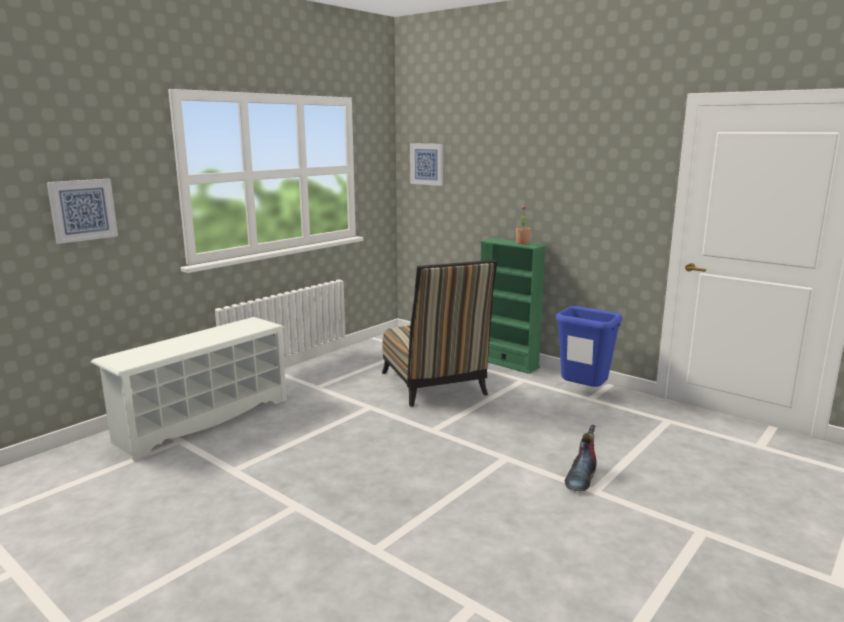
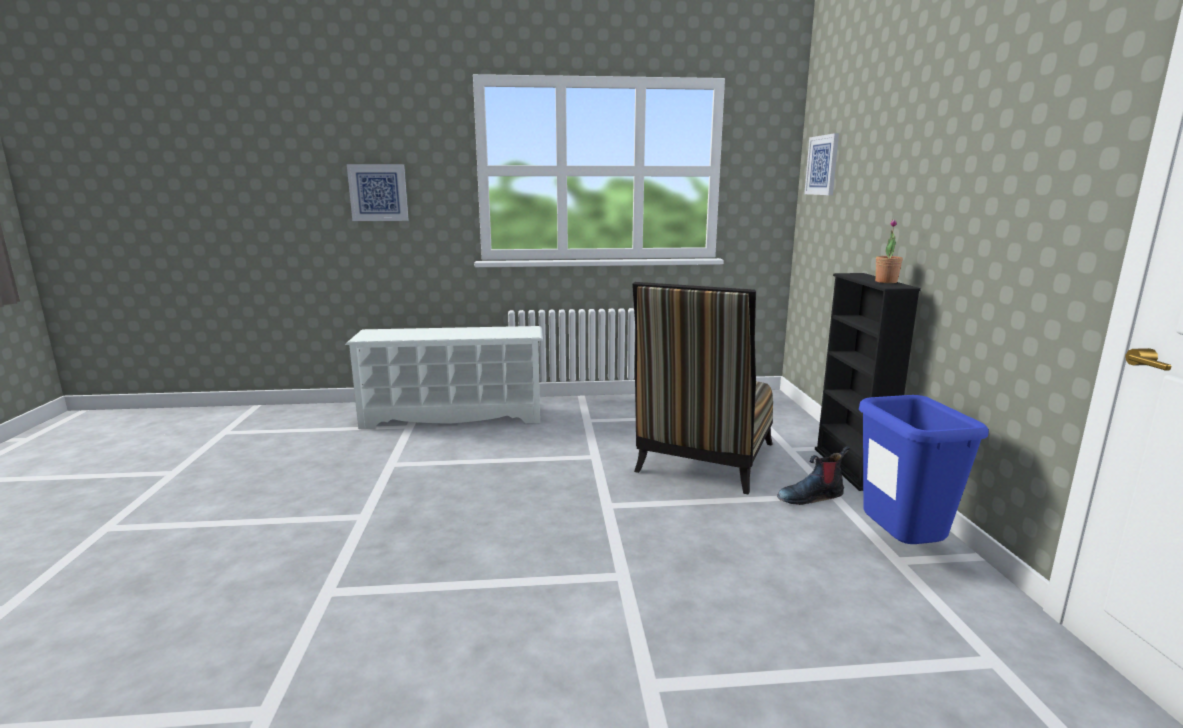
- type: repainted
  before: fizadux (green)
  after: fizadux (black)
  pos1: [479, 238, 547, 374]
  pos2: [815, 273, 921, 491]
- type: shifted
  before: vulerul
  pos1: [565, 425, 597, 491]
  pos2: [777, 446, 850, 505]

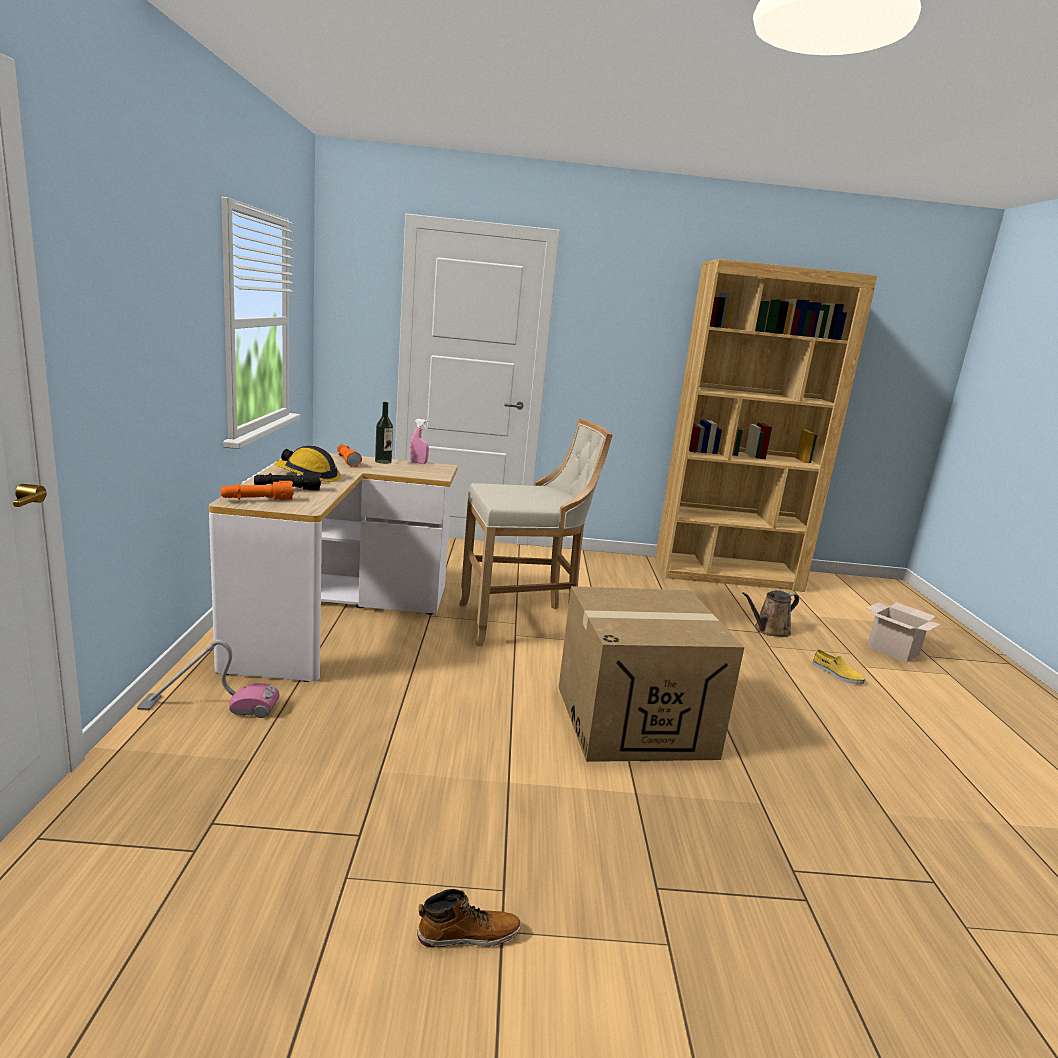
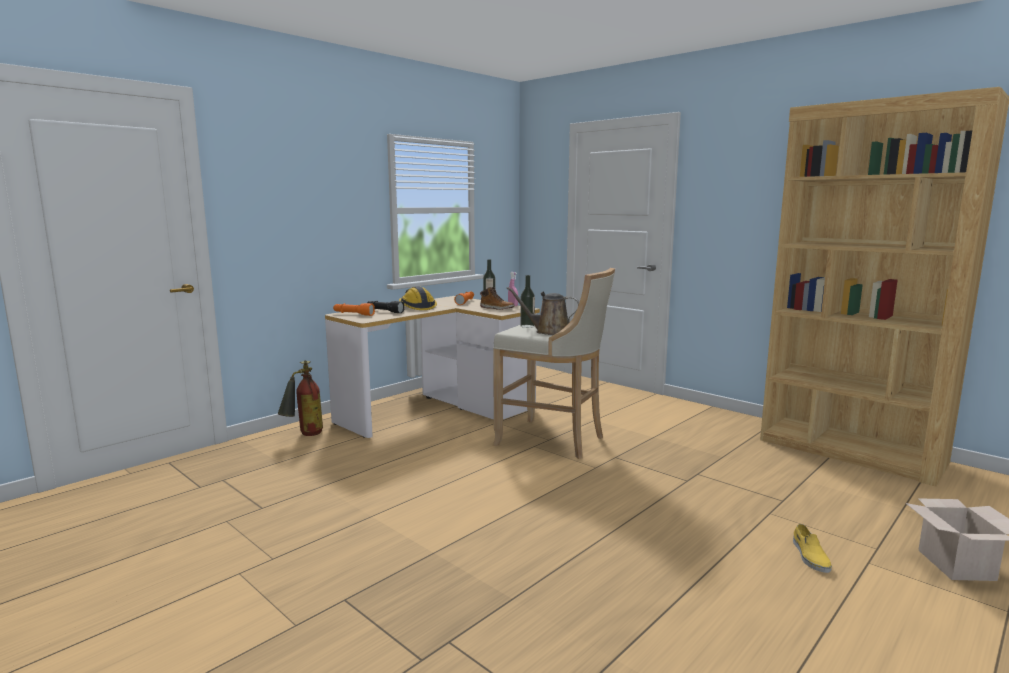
- type: swapped
  before: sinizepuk
  after: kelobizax
  pos1: [137, 640, 279, 718]
  pos2: [277, 360, 323, 436]
- type: shifted
  before: vulerul
  pos1: [417, 889, 521, 948]
  pos2: [480, 287, 515, 310]
- type: gone
  before: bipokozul
  pos1: [559, 586, 744, 762]
- type: shifted
  before: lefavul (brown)
  pos1: [742, 590, 799, 637]
  pos2: [506, 287, 579, 335]
- type: new
  after: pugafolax
  pos2: [520, 275, 535, 328]

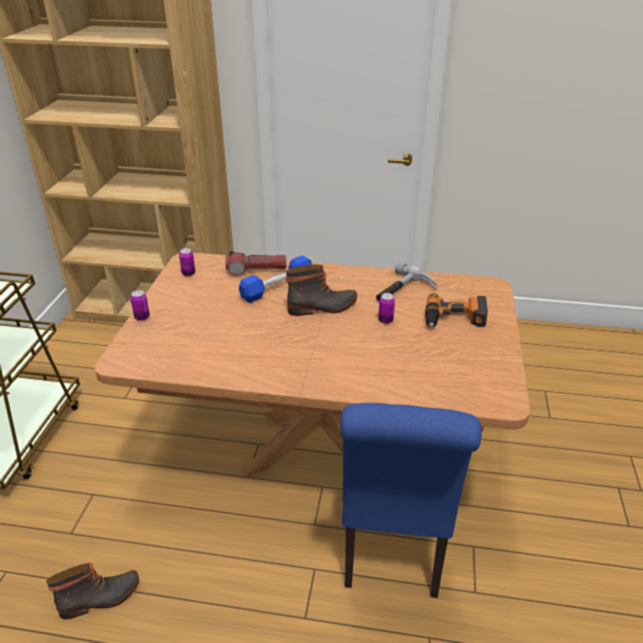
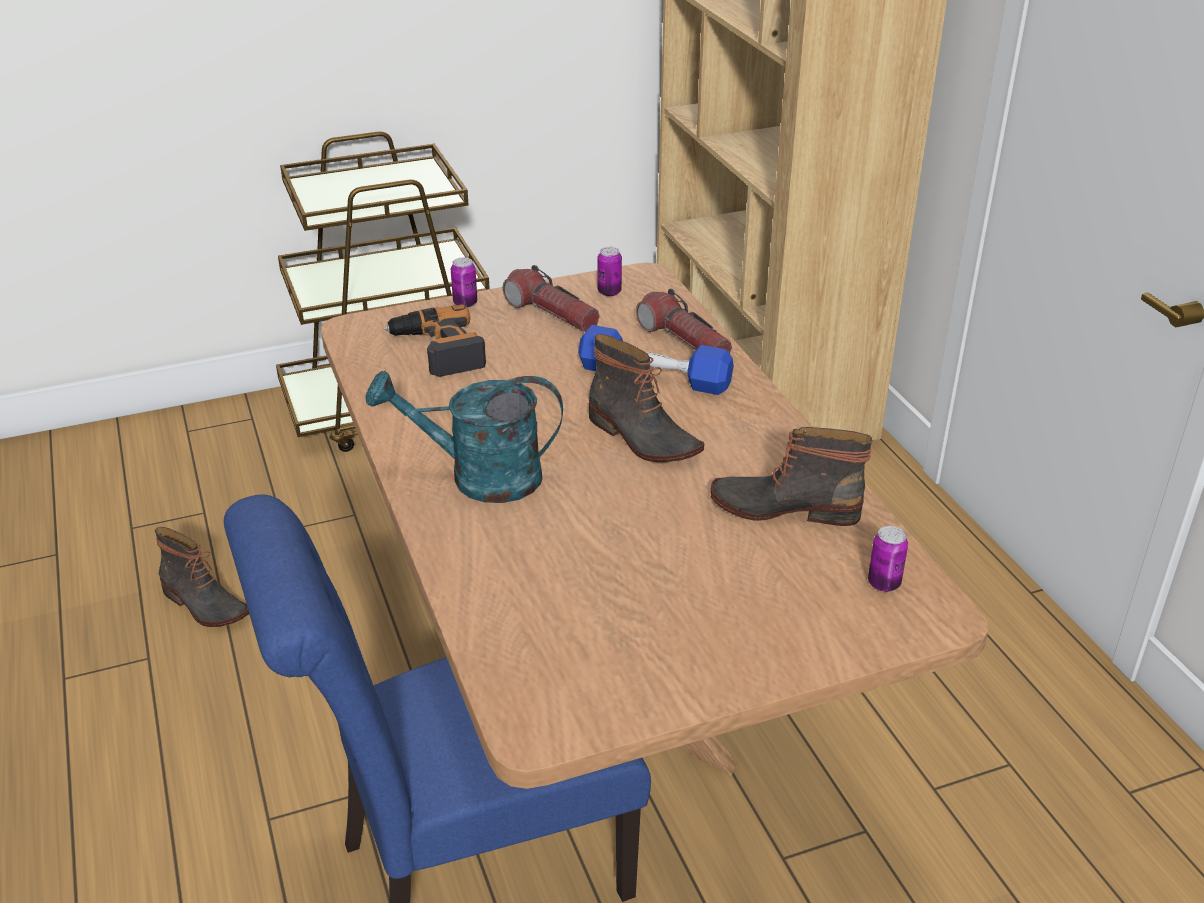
- type: swapped
  before: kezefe
  after: vulerul
  pos1: [376, 262, 437, 301]
  pos2: [711, 427, 873, 526]
- type: shifted
  before: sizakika
  pos1: [378, 293, 395, 324]
  pos2: [868, 526, 908, 592]
- type: shifted
  before: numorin
  pos1: [425, 293, 488, 327]
  pos2: [384, 304, 486, 377]
- type: new
  after: lefavul (turquoise)
  pos2: [366, 371, 563, 503]
- type: new
  after: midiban
  pos2: [503, 265, 600, 332]

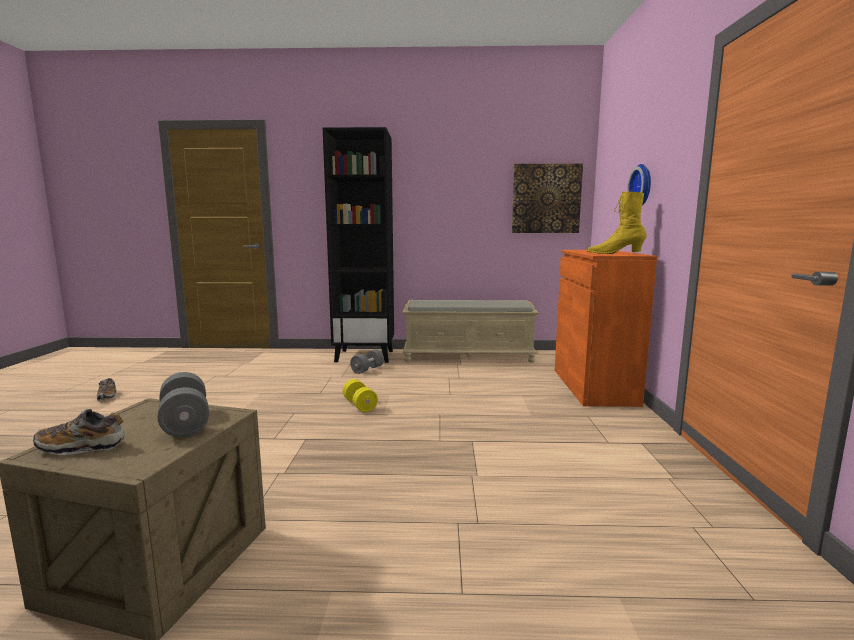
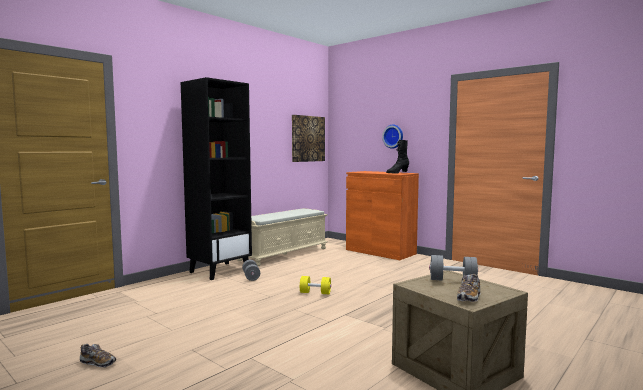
- type: repainted
  before: vulerul (yellow)
  after: vulerul (black)
  pos1: [587, 192, 646, 254]
  pos2: [386, 140, 409, 173]

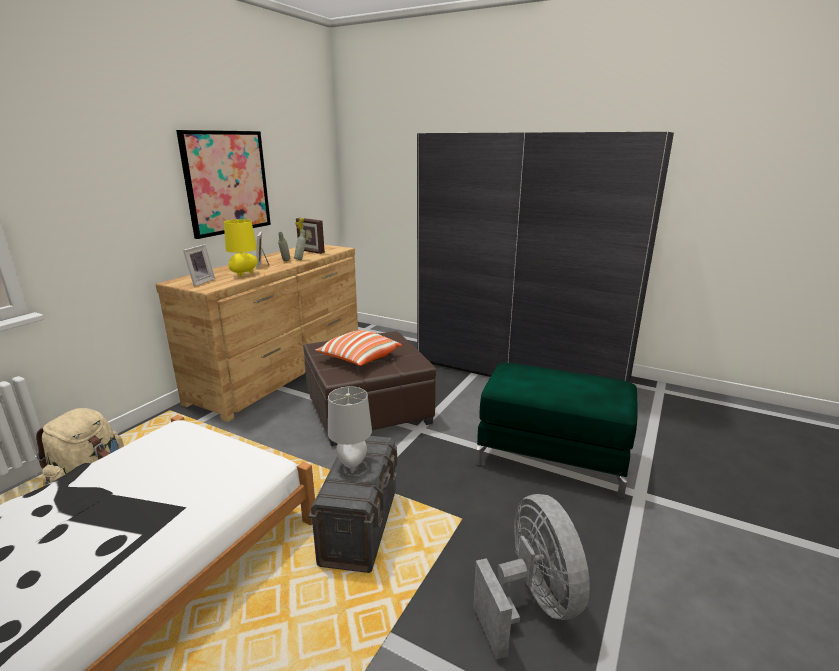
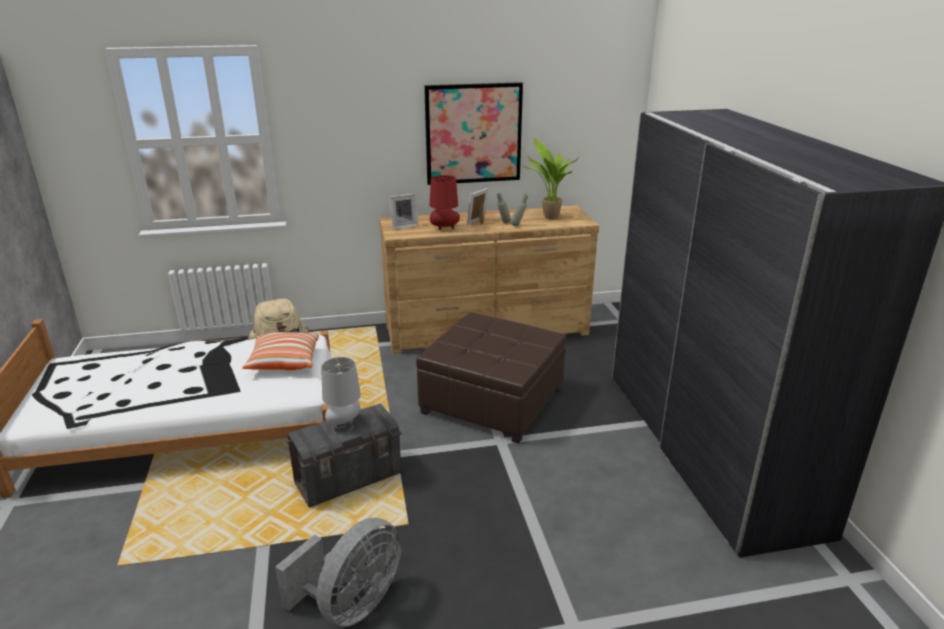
- type: repainted
  before: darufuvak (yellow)
  after: darufuvak (red)
  pos1: [224, 219, 258, 276]
  pos2: [430, 175, 460, 230]
- type: swapped
  before: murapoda
  after: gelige
  pos1: [295, 218, 325, 254]
  pos2: [523, 137, 578, 219]
- type: shifted
  before: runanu
  pos1: [315, 330, 402, 366]
  pos2: [242, 332, 319, 370]
- type: gone
  before: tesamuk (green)
  pos1: [476, 363, 638, 499]

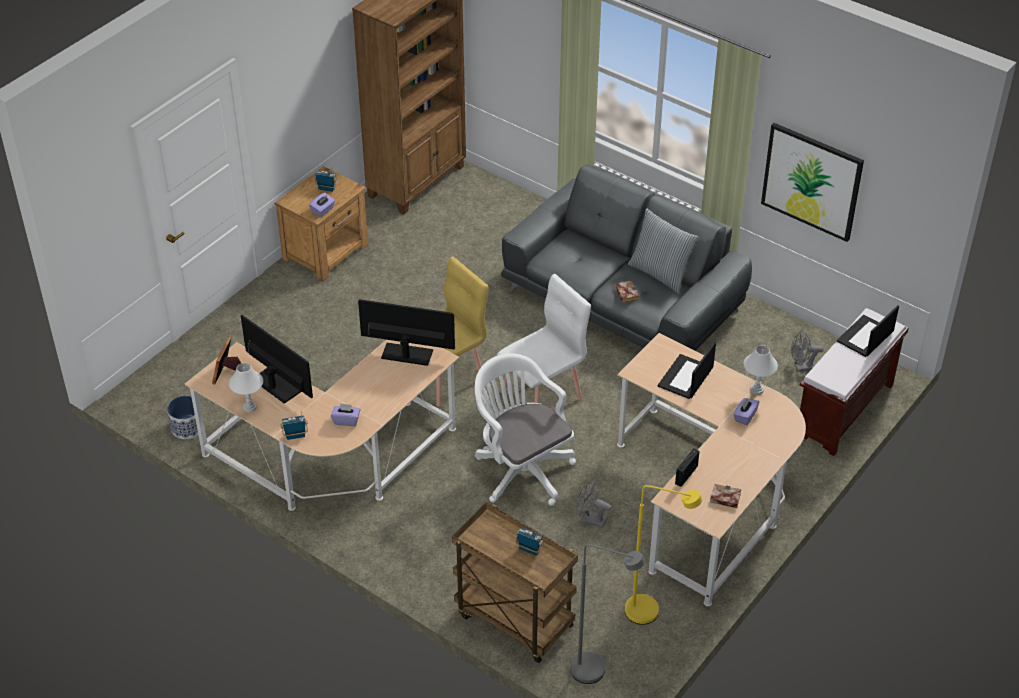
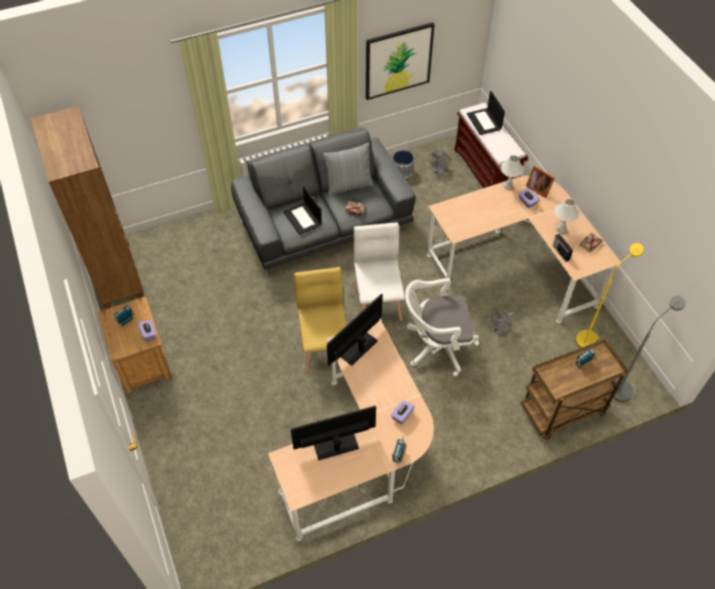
- type: shifted
  before: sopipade
  pos1: [167, 396, 198, 439]
  pos2: [393, 150, 414, 178]
- type: shifted
  before: murapoda
  pos1: [212, 337, 241, 385]
  pos2: [526, 165, 555, 198]
- type: shifted
  before: darufuvak (white)
  pos1: [229, 363, 263, 412]
  pos2: [554, 199, 579, 233]
- type: shifted
  before: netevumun
  pos1: [658, 341, 716, 399]
  pos2: [283, 186, 321, 235]

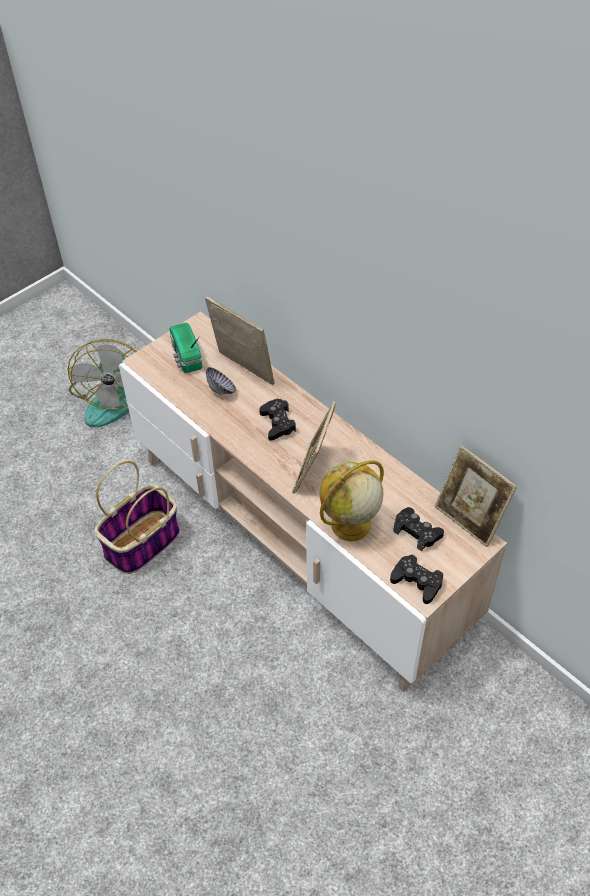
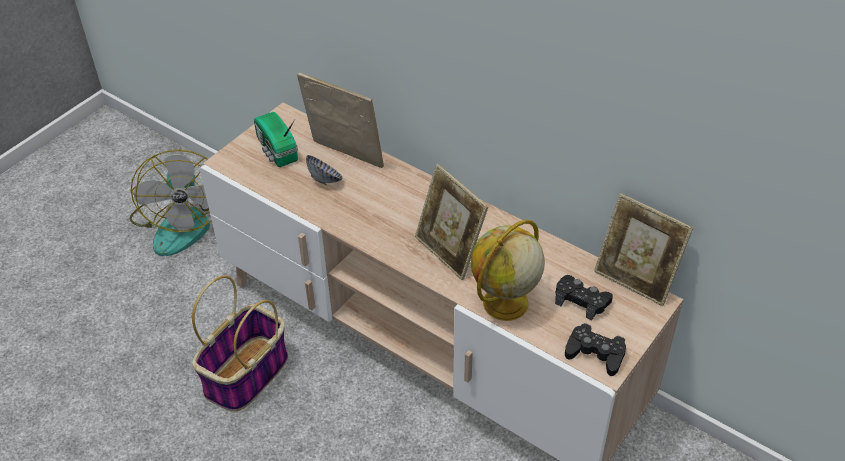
- type: gone
  before: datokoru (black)
  pos1: [259, 399, 296, 441]
- type: rotated
  before: murapoda
  pos1: [292, 401, 336, 494]
  pos2: [415, 164, 488, 280]
  turn: -45

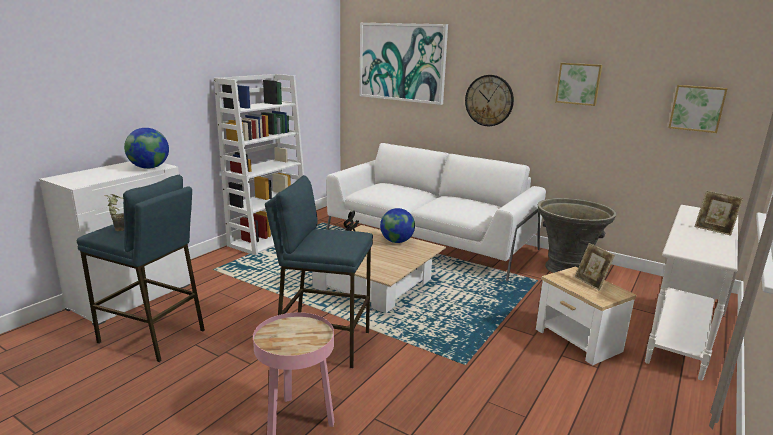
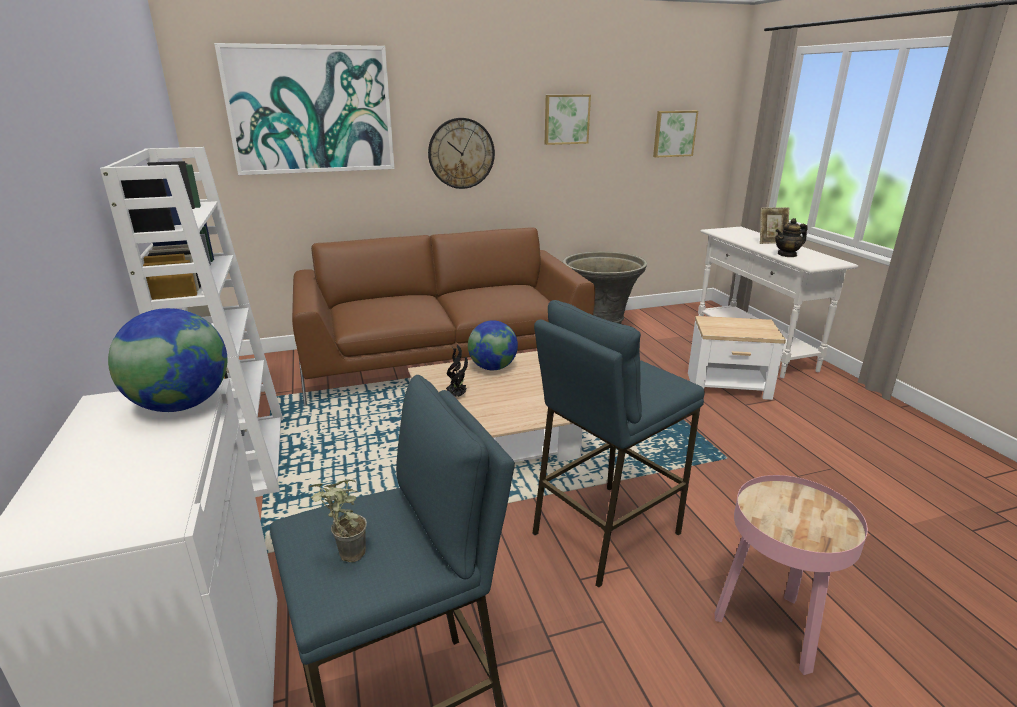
- type: repainted
  before: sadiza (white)
  after: sadiza (brown)
  pos1: [326, 143, 546, 282]
  pos2: [292, 227, 595, 406]
- type: gone
  before: murapoda
  pos1: [575, 243, 615, 290]
- type: new
  after: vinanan
  pos2: [775, 218, 808, 257]

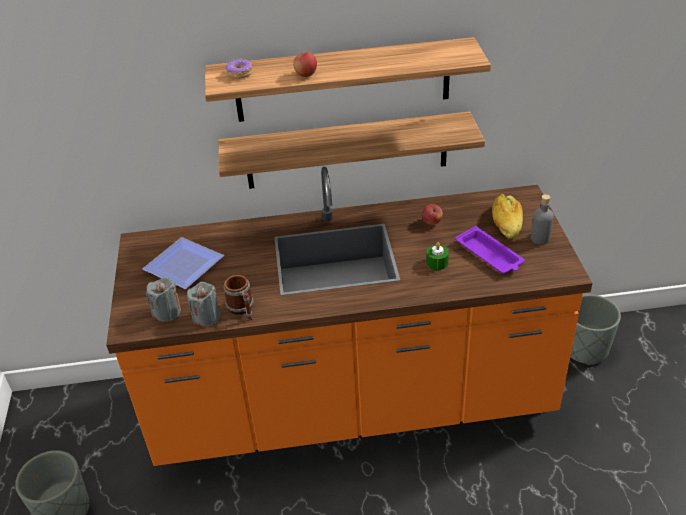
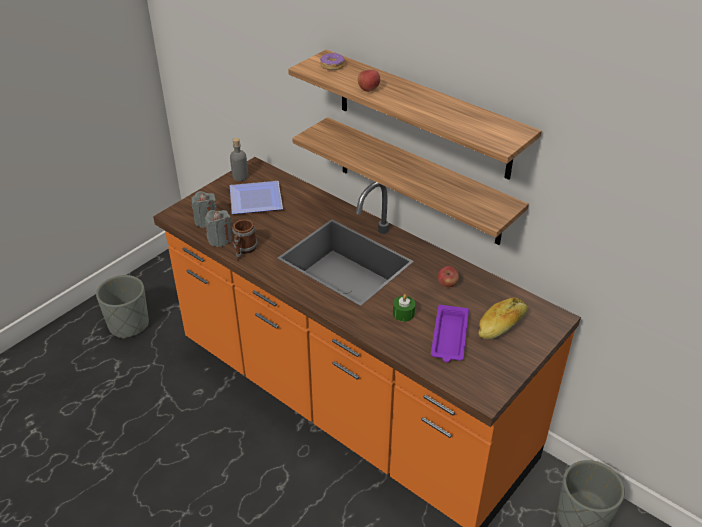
- type: shifted
  before: pugafolax (grey)
  pos1: [531, 194, 554, 244]
  pos2: [230, 138, 248, 181]

